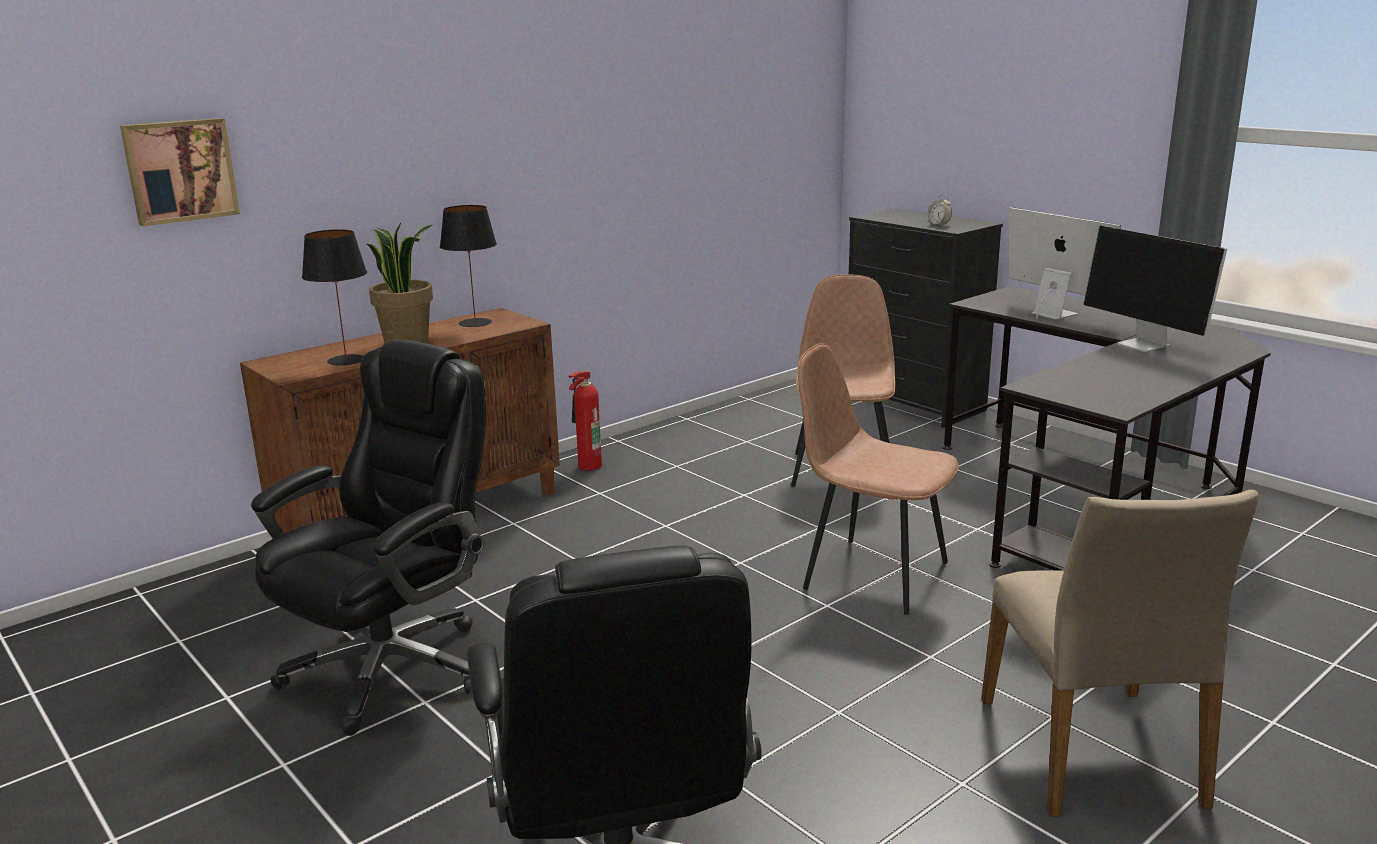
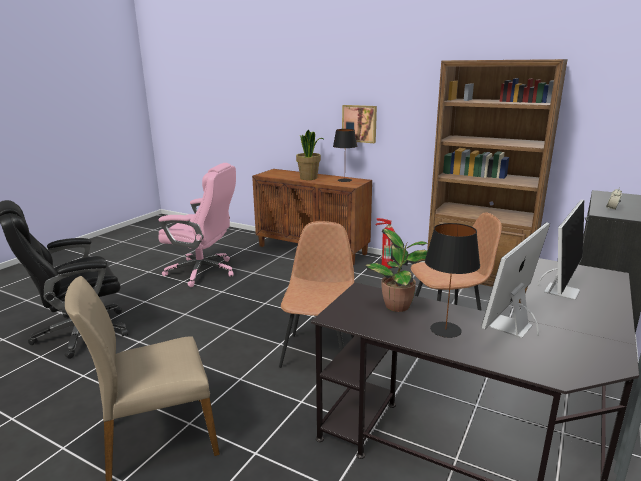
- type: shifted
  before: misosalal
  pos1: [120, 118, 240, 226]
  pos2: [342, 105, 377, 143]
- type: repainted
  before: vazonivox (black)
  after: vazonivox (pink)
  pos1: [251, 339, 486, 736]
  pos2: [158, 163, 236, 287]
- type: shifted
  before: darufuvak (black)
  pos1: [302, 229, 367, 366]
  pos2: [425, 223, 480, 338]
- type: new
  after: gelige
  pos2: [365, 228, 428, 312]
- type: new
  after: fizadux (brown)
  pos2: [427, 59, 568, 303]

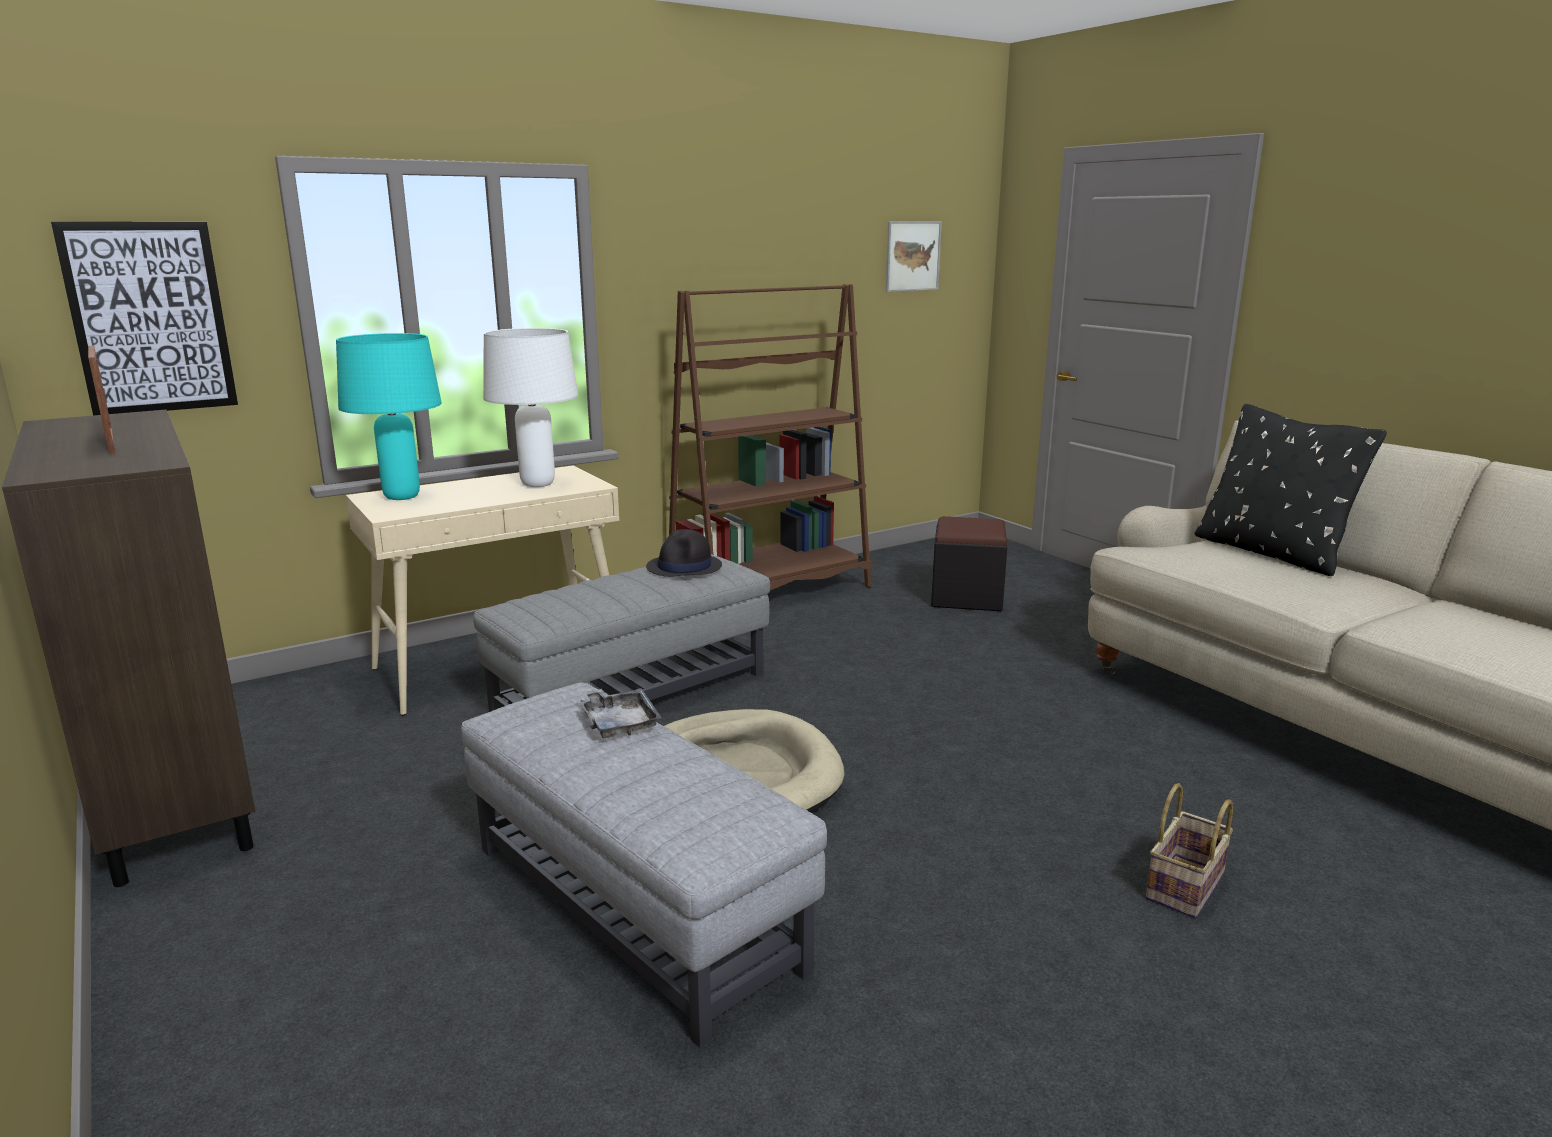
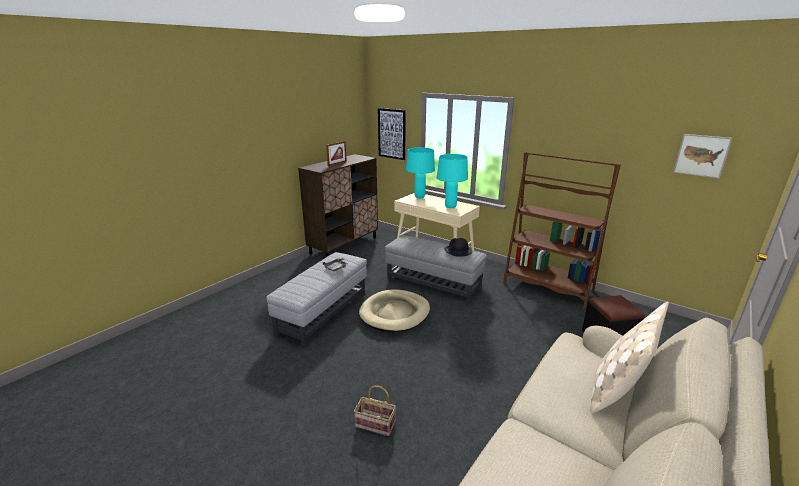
- type: repainted
  before: darufuvak (white)
  after: darufuvak (turquoise)
  pos1: [483, 328, 578, 487]
  pos2: [436, 154, 468, 208]
- type: repainted
  before: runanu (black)
  after: runanu (beige)
  pos1: [1195, 404, 1387, 576]
  pos2: [590, 302, 669, 413]

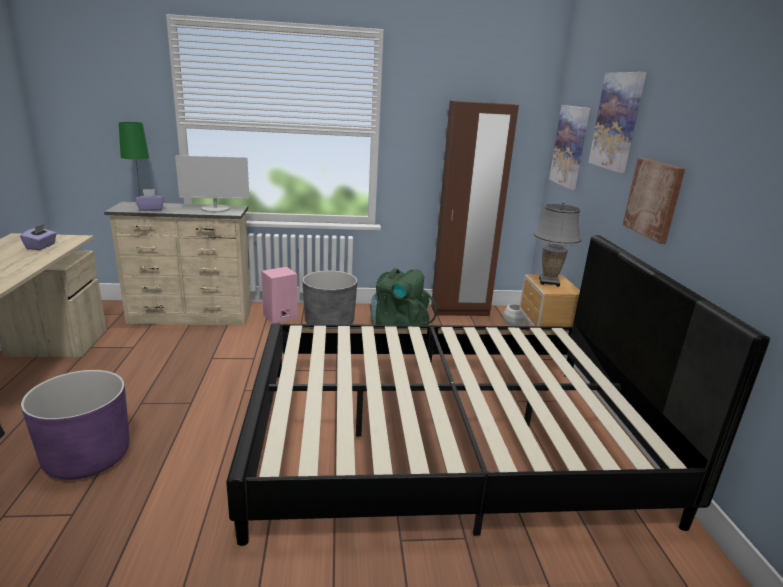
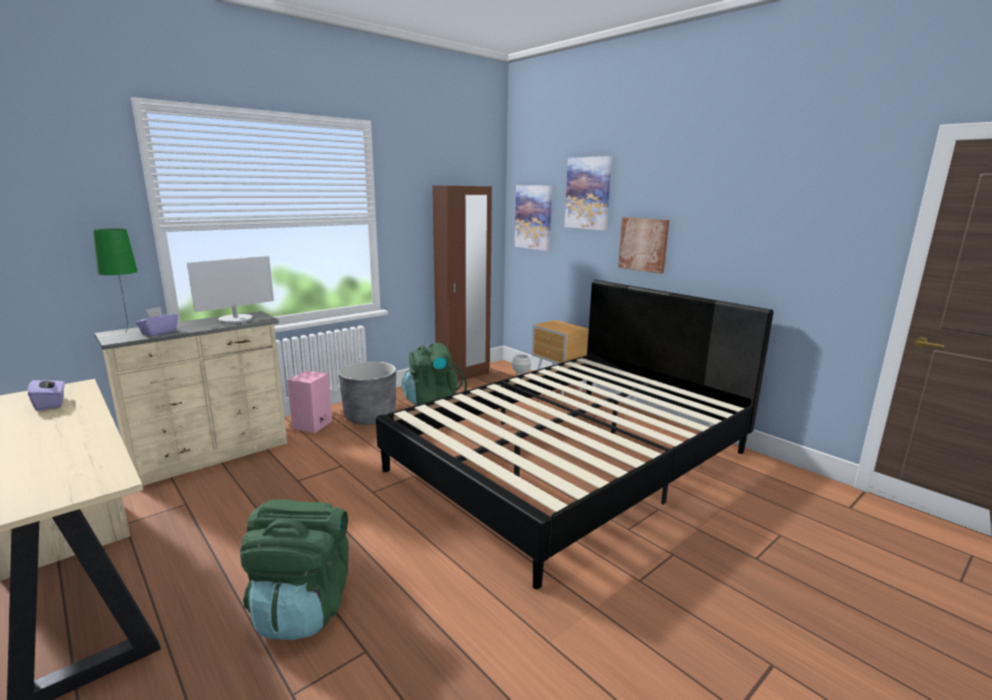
- type: swapped
  before: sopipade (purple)
  after: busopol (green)
  pos1: [21, 370, 130, 480]
  pos2: [240, 499, 349, 640]
- type: gone
  before: darufuvak (grey)
  pos1: [533, 201, 582, 287]

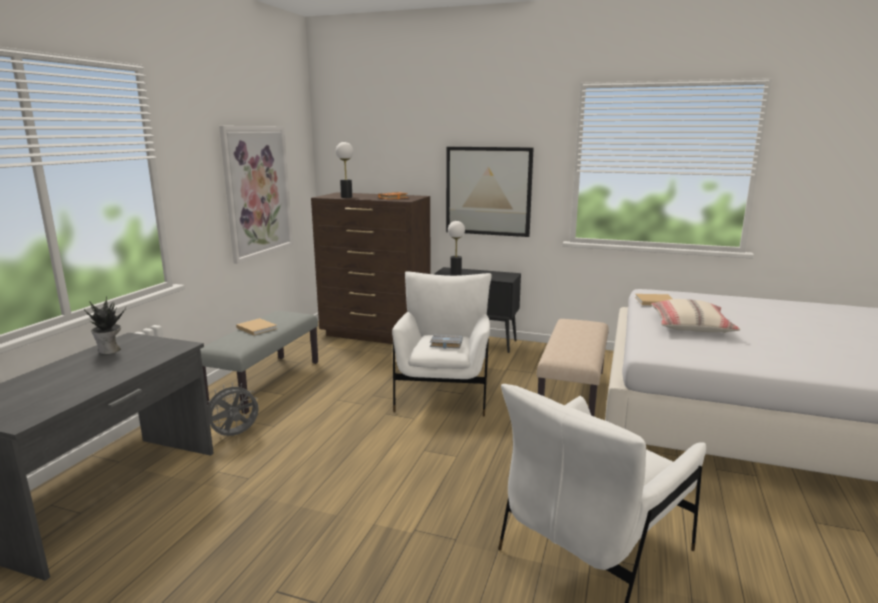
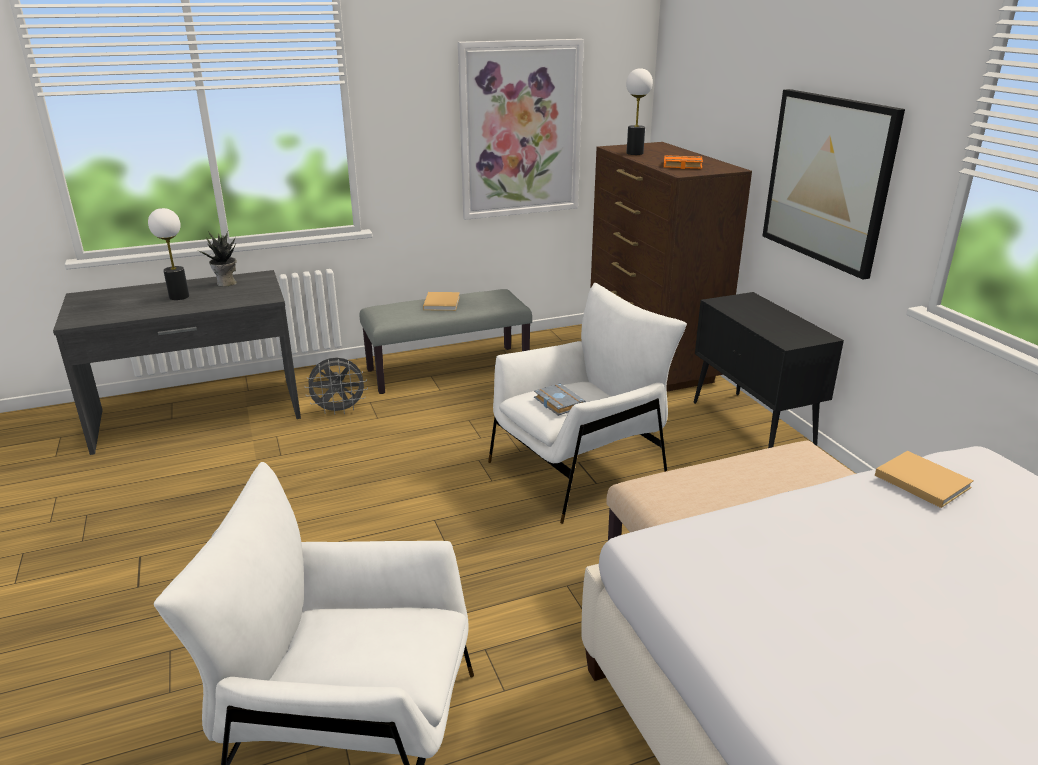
- type: rotated
  before: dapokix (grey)
  pos1: [208, 383, 259, 436]
  pos2: [305, 358, 368, 415]
  turn: 150
- type: shifted
  before: darufuvak
  pos1: [448, 221, 465, 275]
  pos2: [148, 208, 189, 300]
- type: gone
  before: runanu (beige)
  pos1: [651, 299, 740, 333]

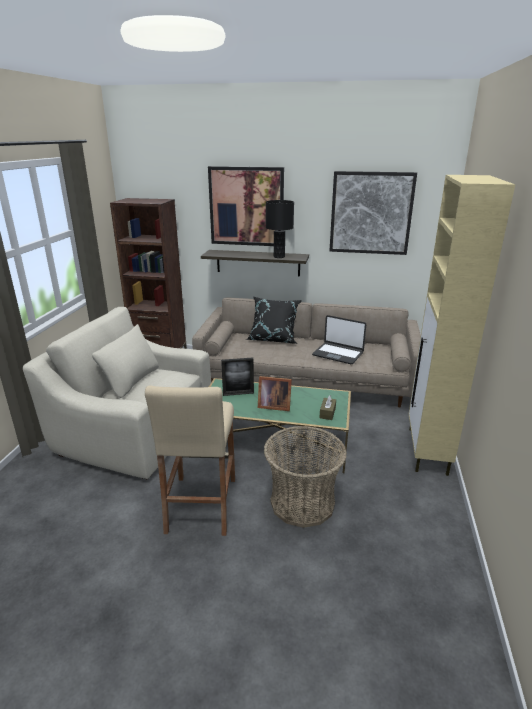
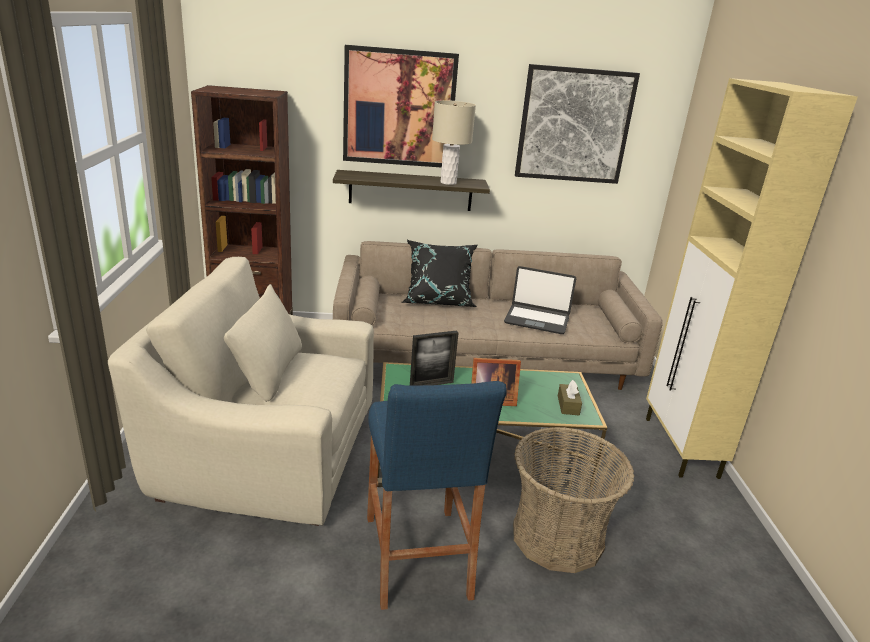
- type: repainted
  before: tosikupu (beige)
  after: tosikupu (blue)
  pos1: [145, 385, 235, 536]
  pos2: [367, 381, 507, 610]
- type: repainted
  before: darufuvak (black)
  after: darufuvak (beige)
  pos1: [266, 200, 294, 258]
  pos2: [432, 100, 476, 185]

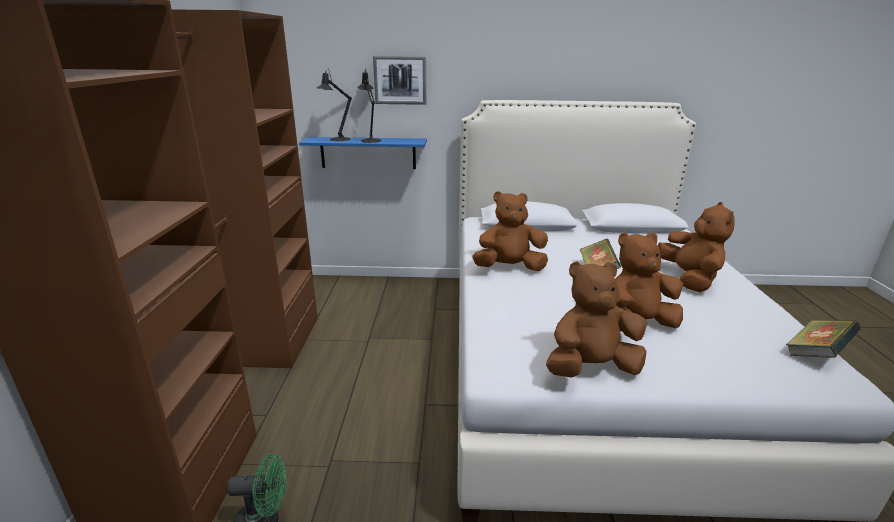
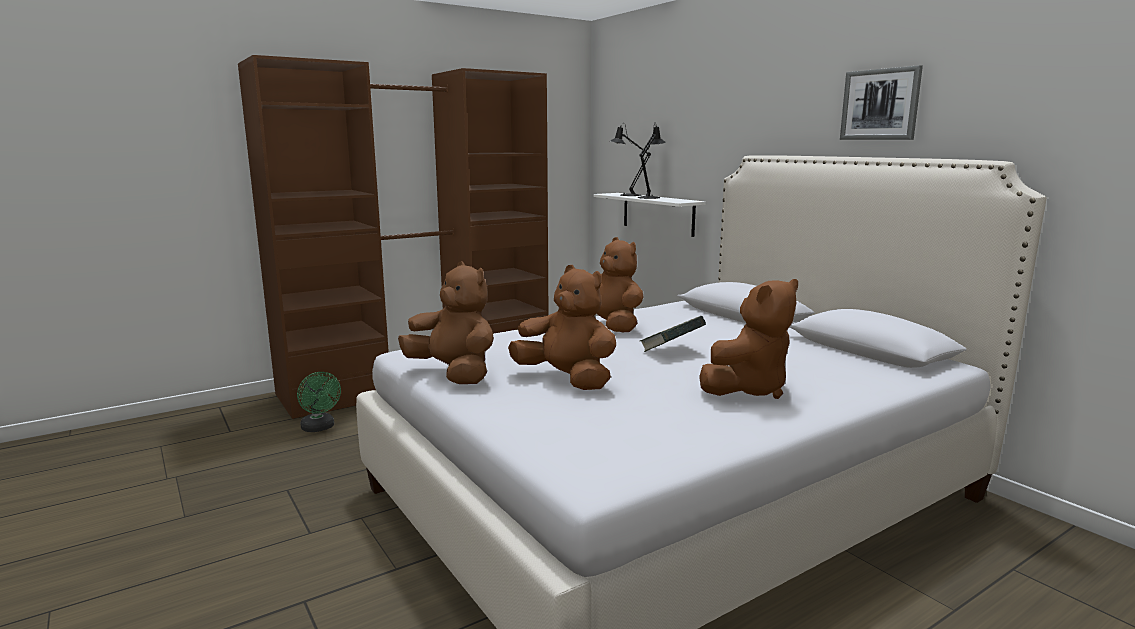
- type: repainted
  before: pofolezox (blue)
  after: pofolezox (white)
  pos1: [299, 137, 427, 169]
  pos2: [593, 193, 706, 237]
- type: shifted
  before: misosalal
  pos1: [373, 56, 426, 105]
  pos2: [840, 65, 923, 140]
- type: gone
  before: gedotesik
  pos1: [786, 320, 861, 358]

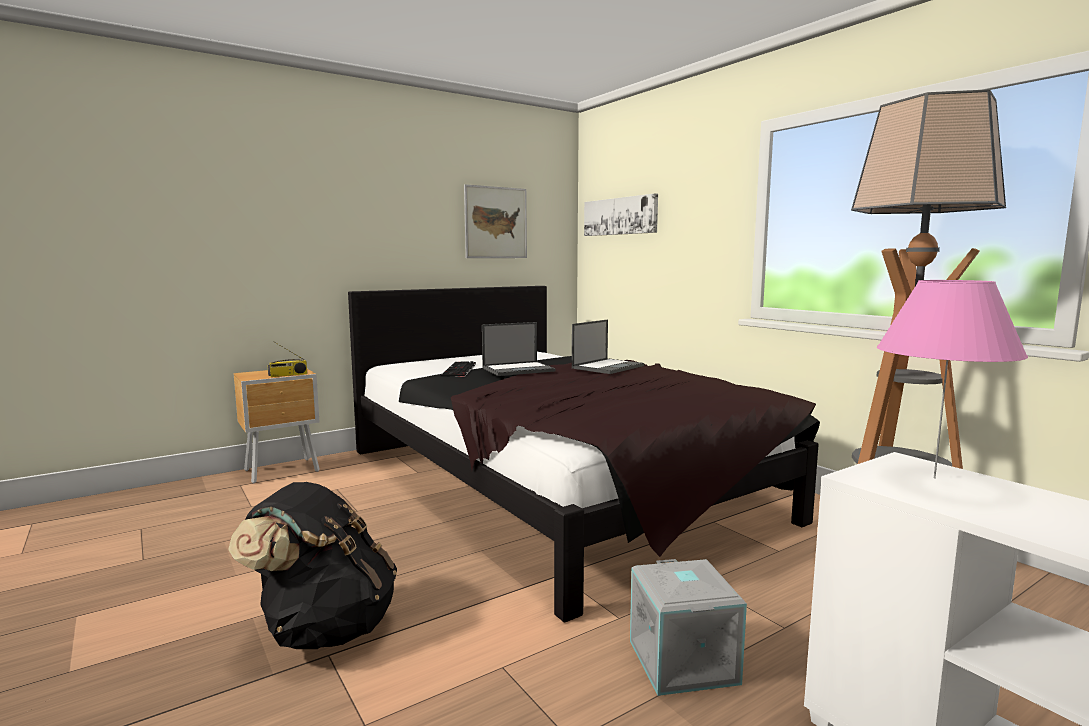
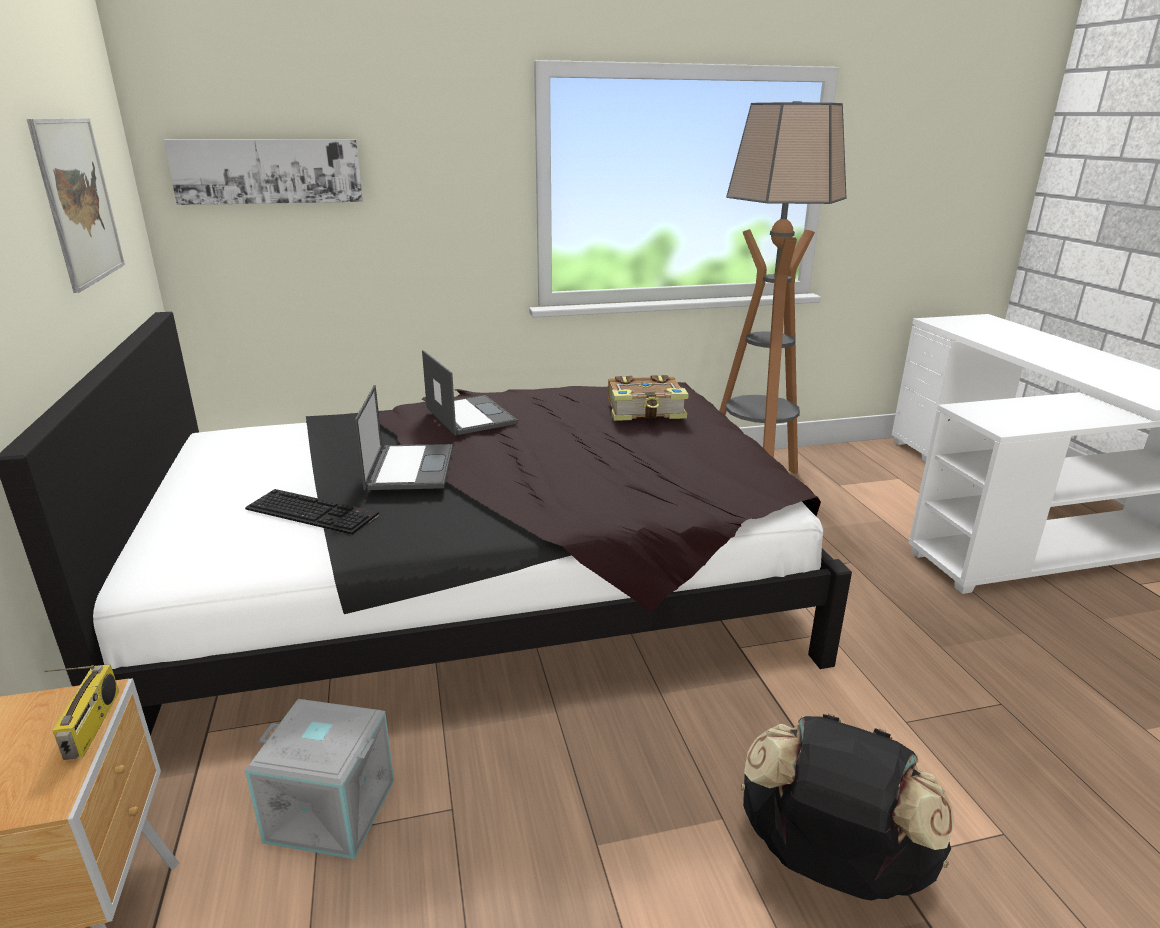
- type: shifted
  before: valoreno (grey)
  pos1: [630, 559, 747, 696]
  pos2: [245, 699, 394, 859]
- type: gone
  before: darufuvak (pink)
  pos1: [877, 280, 1028, 478]
- type: new
  after: gedotesik
  pos2: [608, 375, 689, 421]

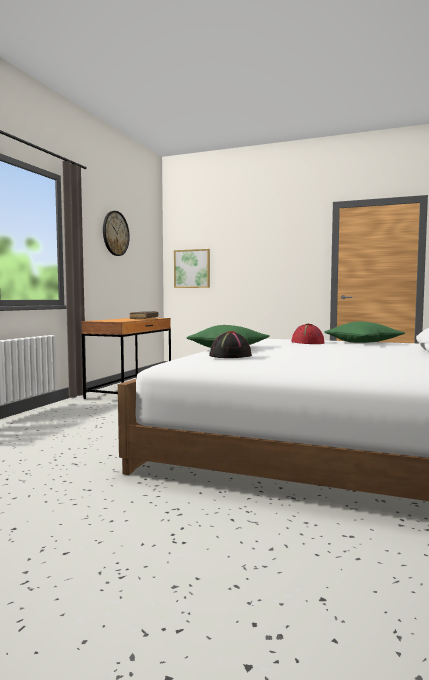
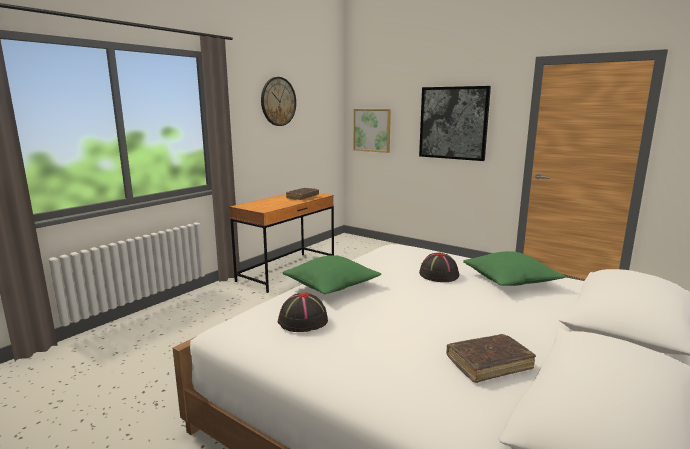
- type: repainted
  before: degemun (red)
  after: degemun (black)
  pos1: [291, 324, 325, 344]
  pos2: [419, 253, 459, 282]
- type: new
  after: misosalal
  pos2: [419, 86, 491, 161]
- type: new
  after: gedotesik (brown)
  pos2: [447, 334, 536, 383]

